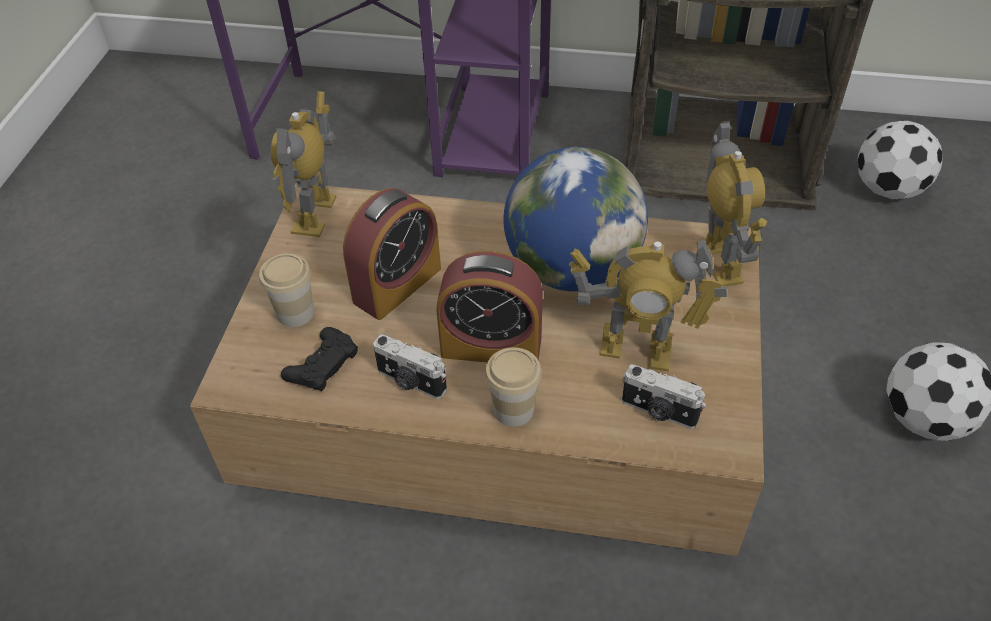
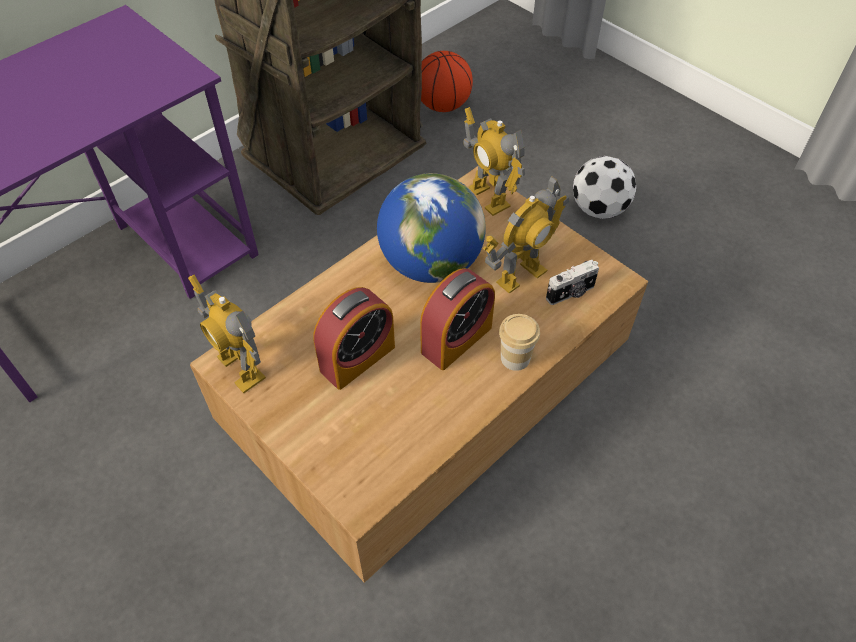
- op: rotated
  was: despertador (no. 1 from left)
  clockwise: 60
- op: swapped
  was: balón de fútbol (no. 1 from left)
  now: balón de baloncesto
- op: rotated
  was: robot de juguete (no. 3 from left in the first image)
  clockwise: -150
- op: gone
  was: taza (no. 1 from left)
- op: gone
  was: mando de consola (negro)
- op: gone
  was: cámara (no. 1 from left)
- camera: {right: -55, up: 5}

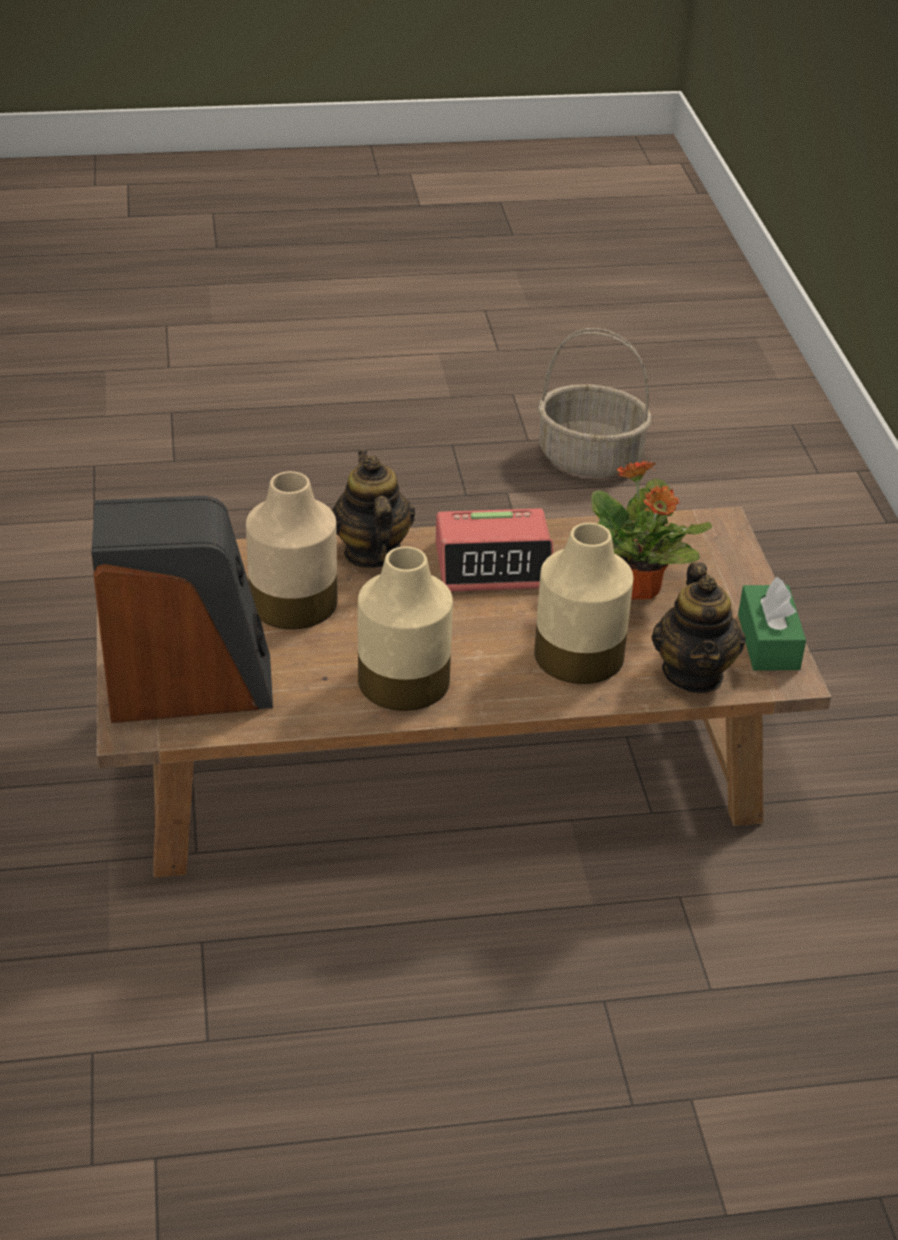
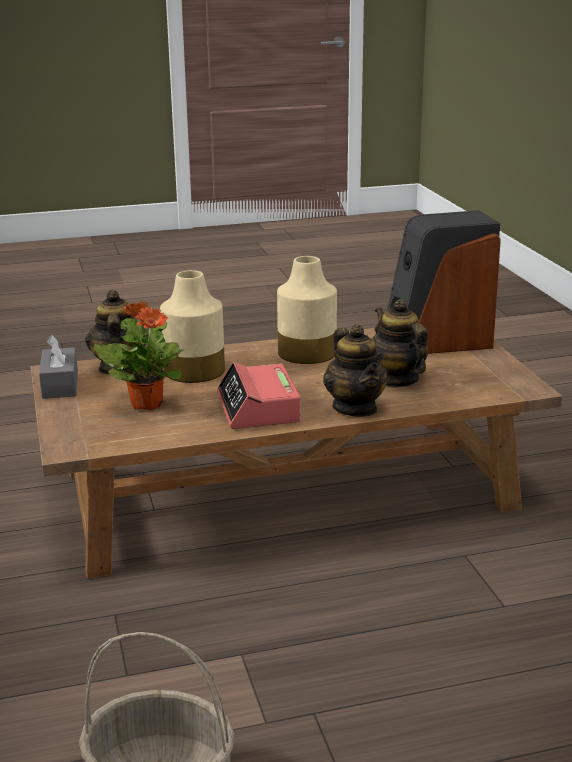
- op: repainted
  was: caja de pañuelos (verde)
  now: caja de pañuelos (gris)
- op: rotated
  was: despertador
  clockwise: -90
- op: swapped
  was: florero (beis) (no. 1 from left)
  now: tetera (no. 3 from left)
- camera: {right: 175, up: -15}

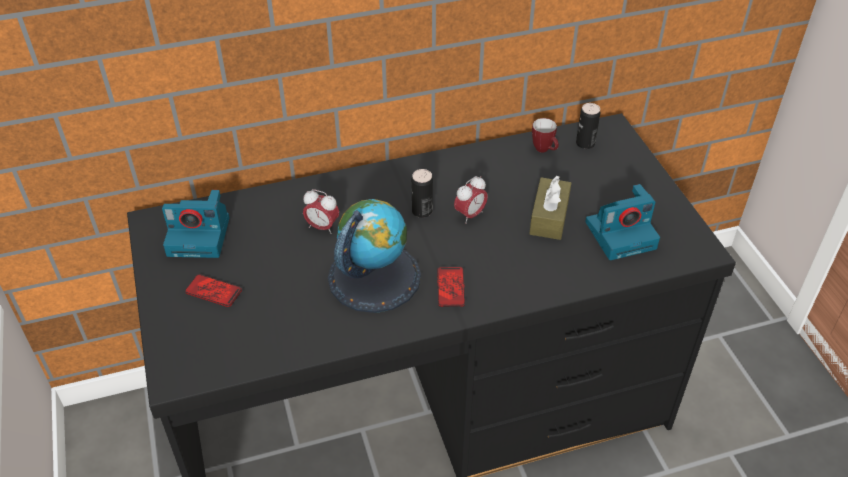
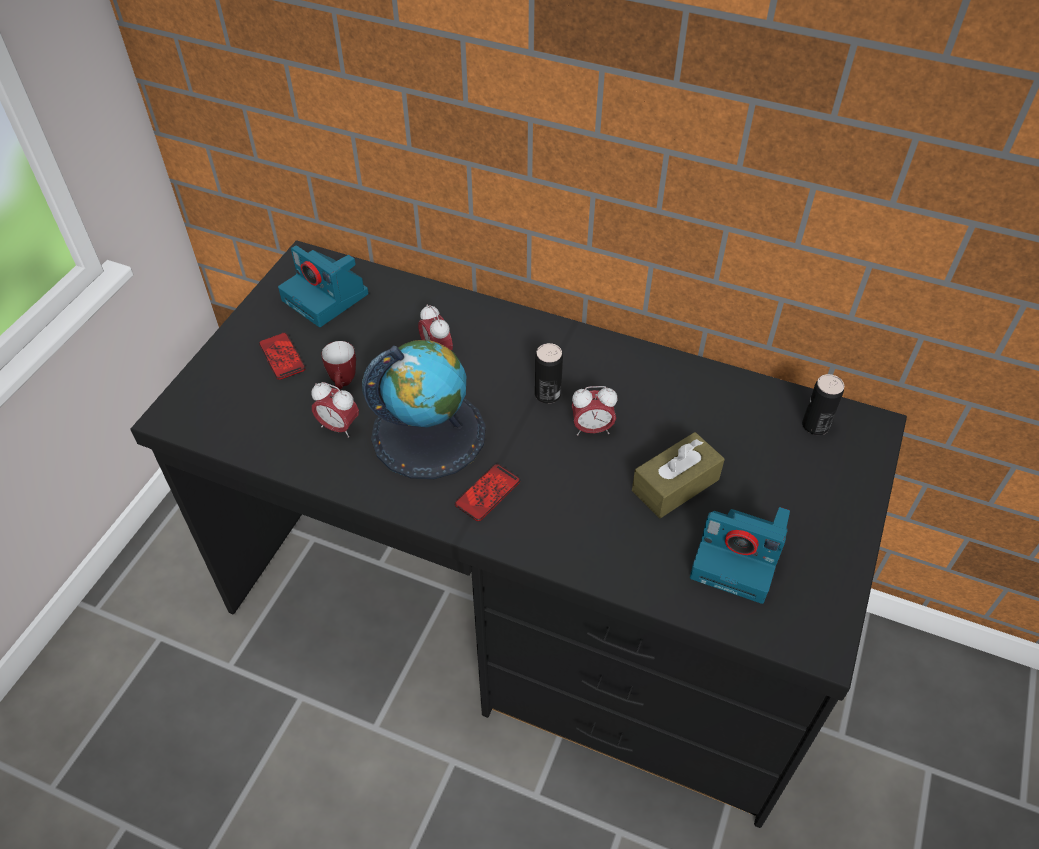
- op: new
  now: despertador (no. 1 from left)
- op: shifted
  was: taza grande
- camera: {right: 40, up: 5}

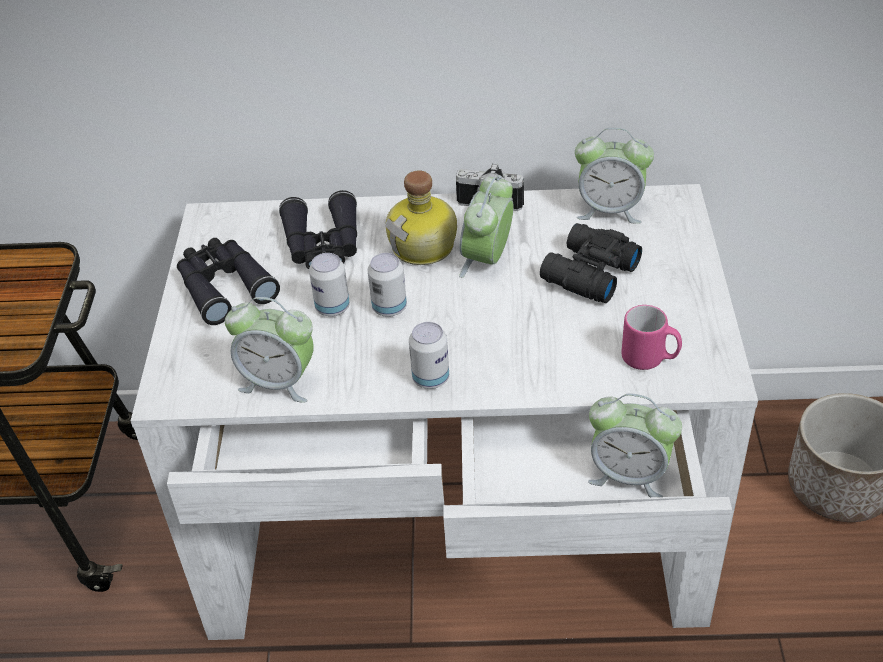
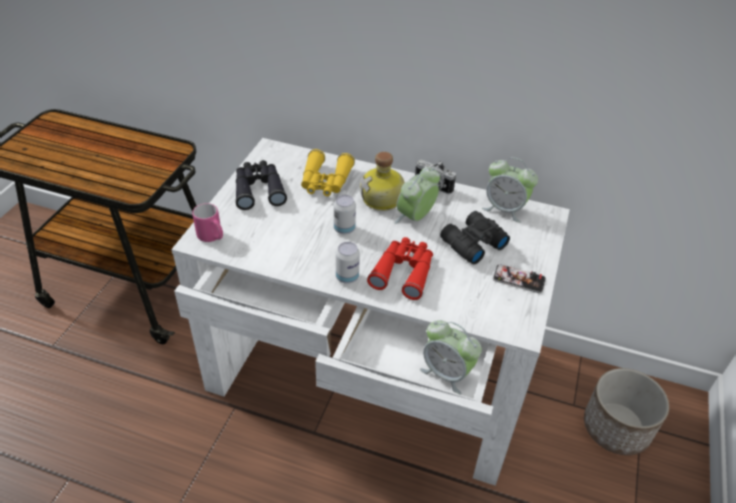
- op: shifted
  was: taza grande (rosa)
- op: repainted
  was: prismáticos (negro) (no. 2 from left)
  now: prismáticos (amarillo)
- op: new
  now: prismáticos (rojo)
- op: new
  now: móvil
- op: gone
  was: despertador (no. 1 from left)
- op: gone
  was: lata (no. 1 from left)
- camera: {right: 15, up: 0}

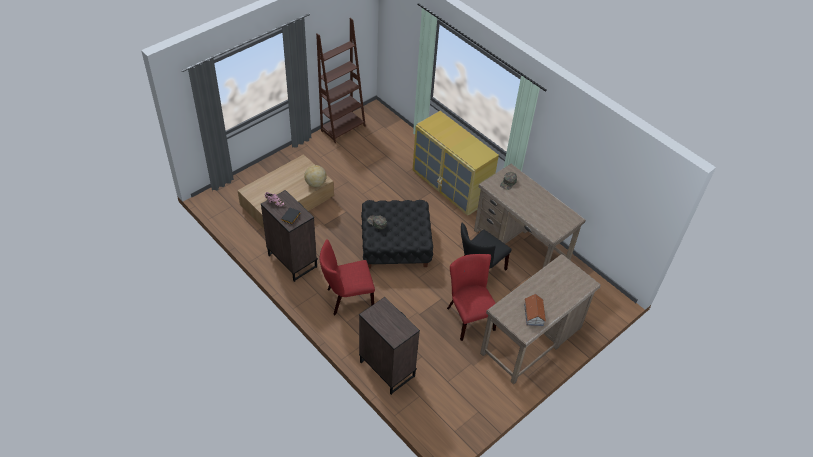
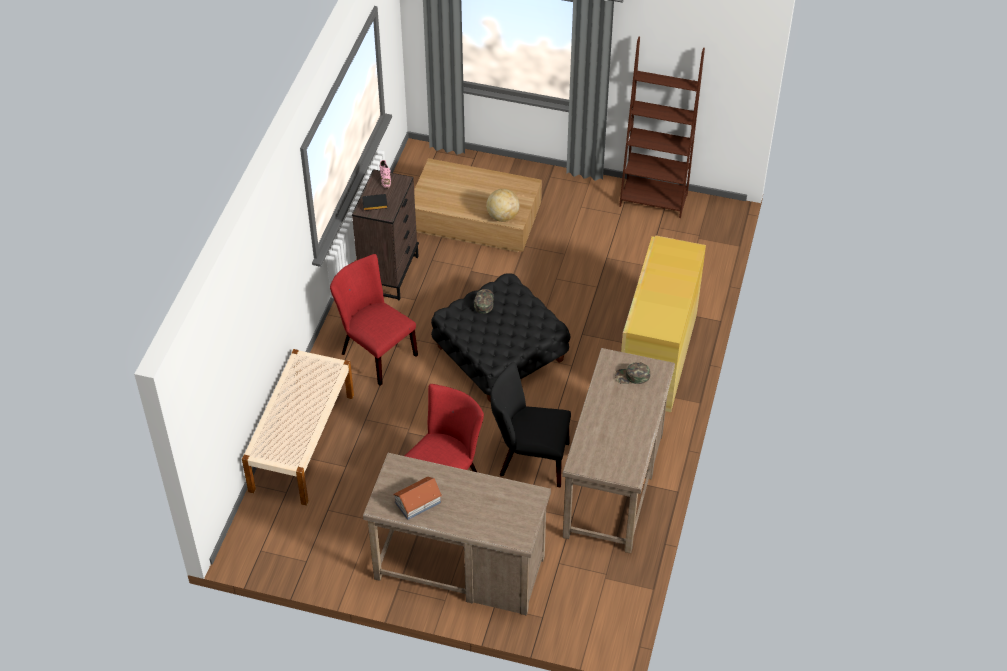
- op: swapped
  was: cómoda (marrón) (no. 2 from left)
  now: banco (beis)
- camera: {right: 60, up: 0}

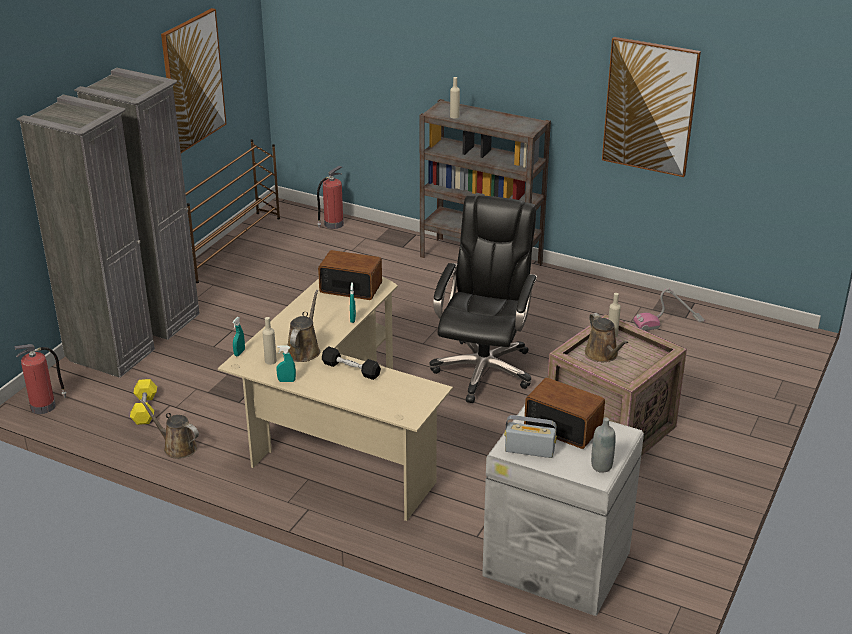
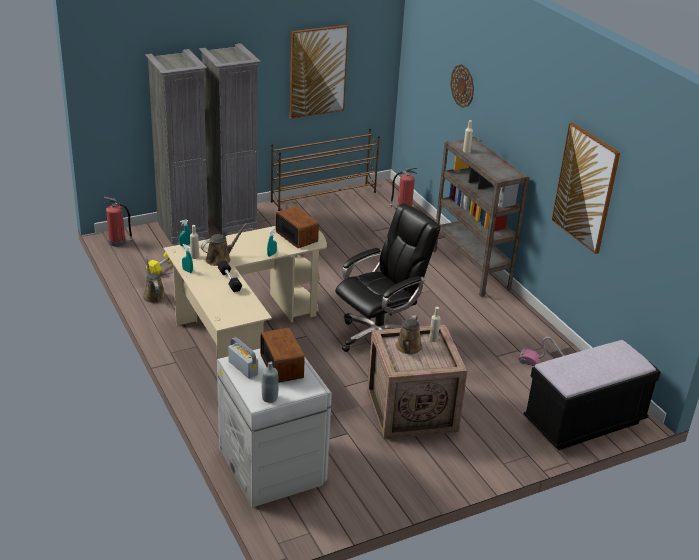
- op: new
  now: reloj de pared
- op: new
  now: banco (negro)
- camera: {right: 35, up: 0}

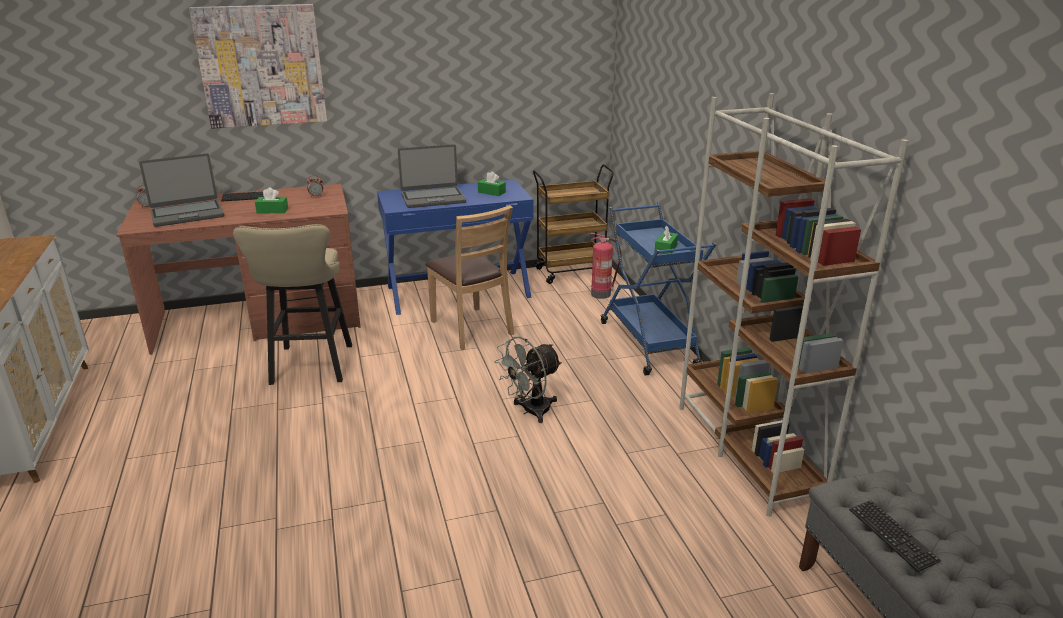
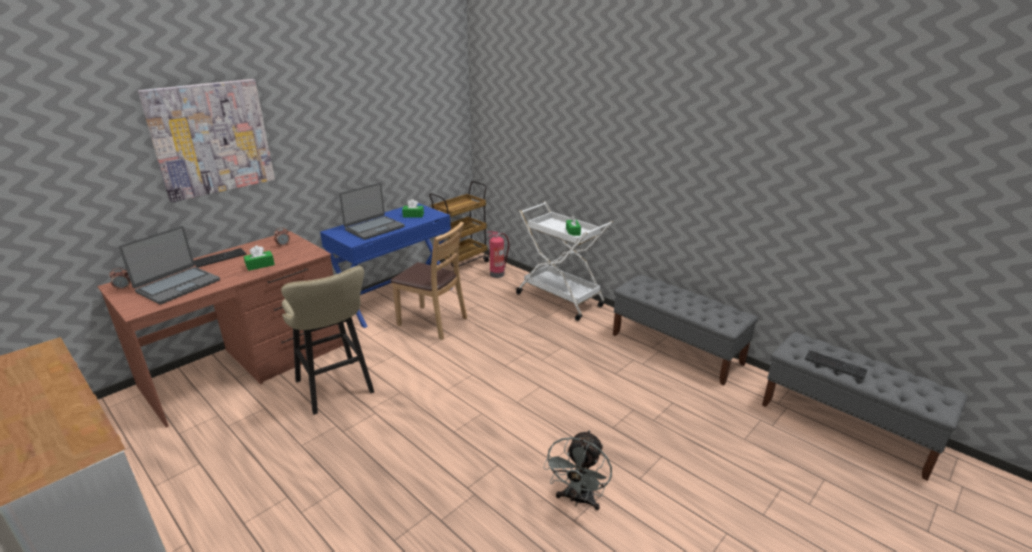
- op: repainted
  was: carrito (azul)
  now: carrito (blanco)
- op: shifted
  was: ventilador (gris)
- op: swapped
  was: estantería (marrón)
  now: banco (gris) (no. 1 from left)
- camera: {right: -30, up: 0}

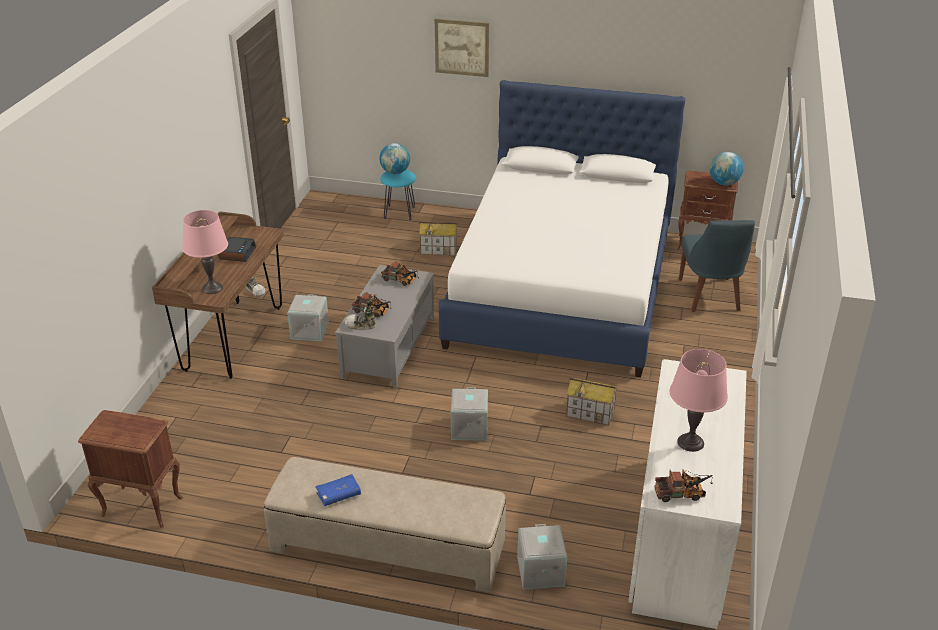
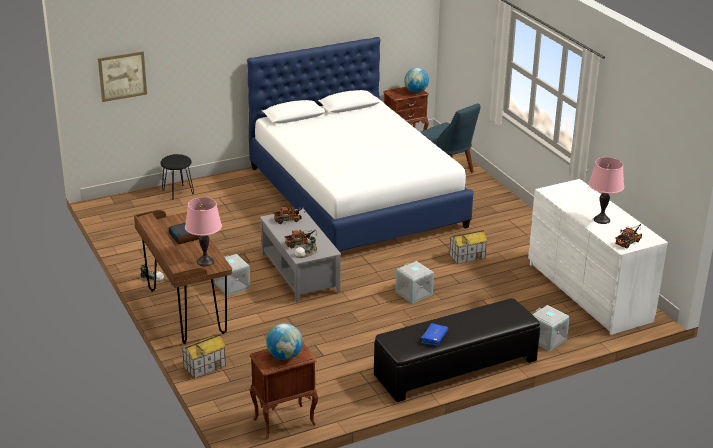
- op: shifted
  was: cuadro
- op: repainted
  was: taburete (turquesa)
  now: taburete (negro)
- op: shifted
  was: casita (no. 1 from left)
- op: shifted
  was: globo terráqueo (no. 1 from left)
- op: repainted
  was: banco (beis)
  now: banco (negro)
- camera: {right: -40, up: -5}

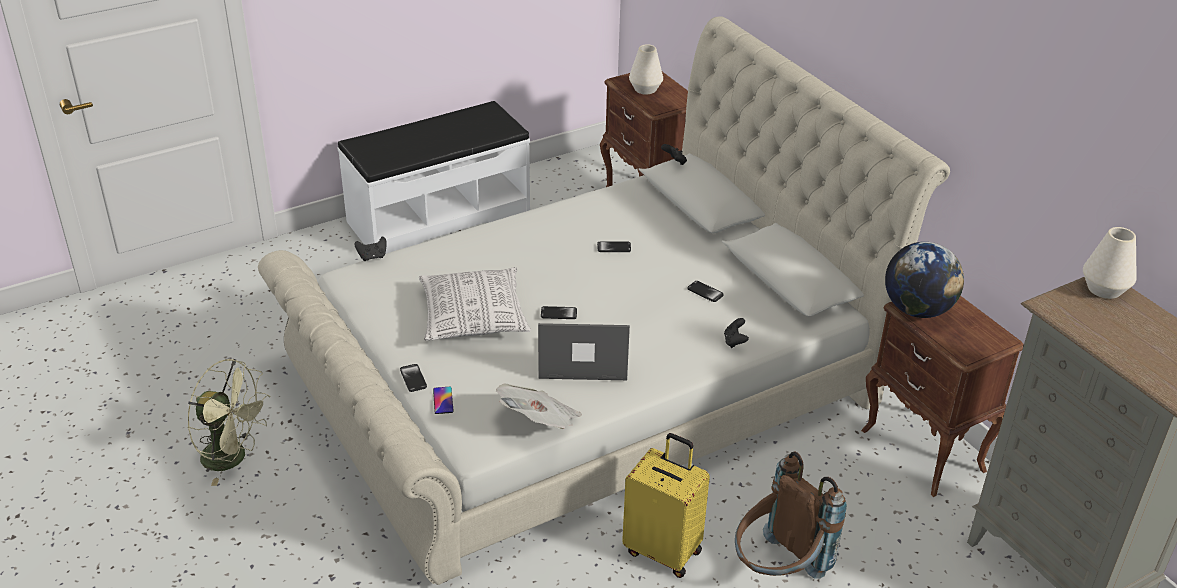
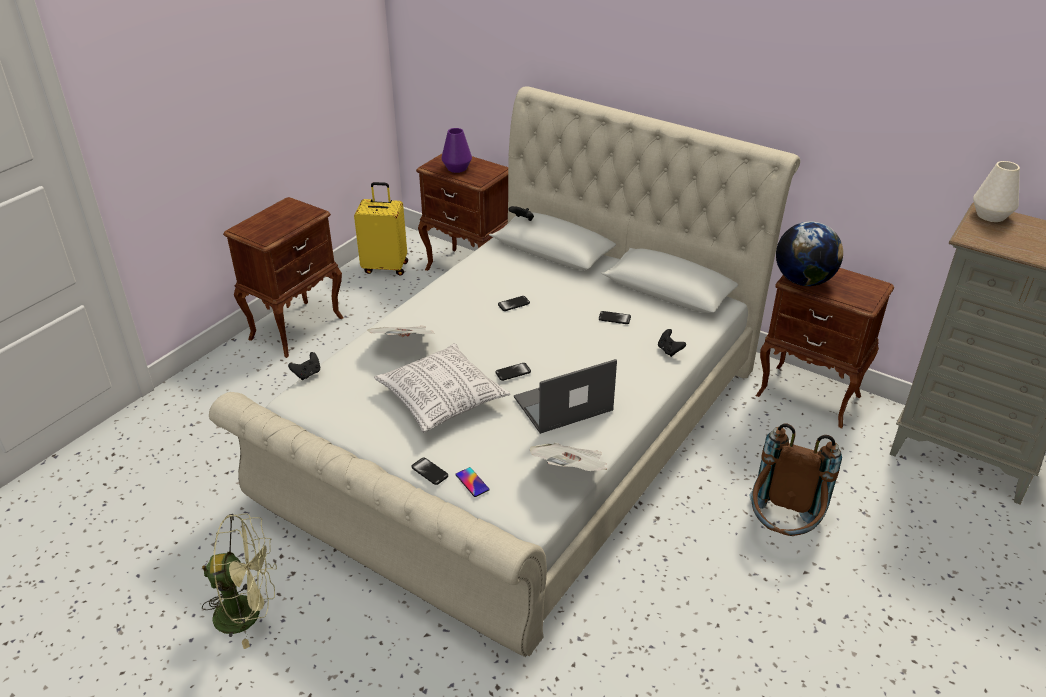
- op: swapped
  was: banco (blanco)
  now: mesita de noche (marrón) (no. 1 from left)
- op: shifted
  was: maleta (amarillo)
- op: new
  now: periódico (no. 1 from left)
- op: repainted
  was: florero (blanco) (no. 1 from left)
  now: florero (morado)
- camera: {right: -25, up: 0}

